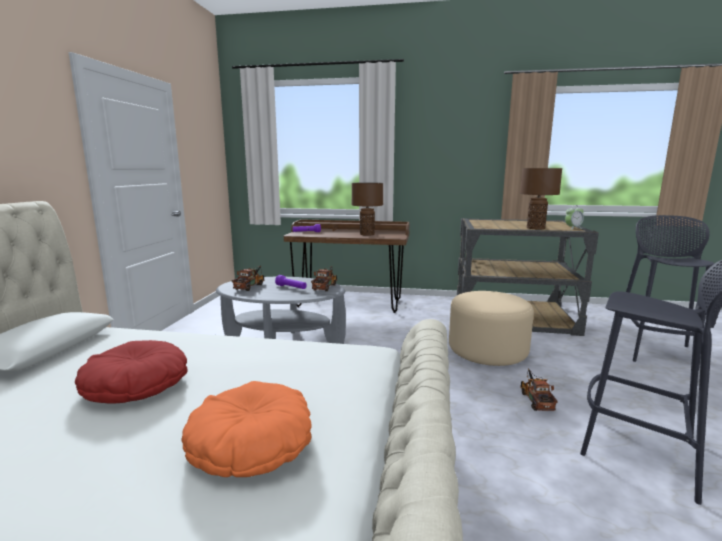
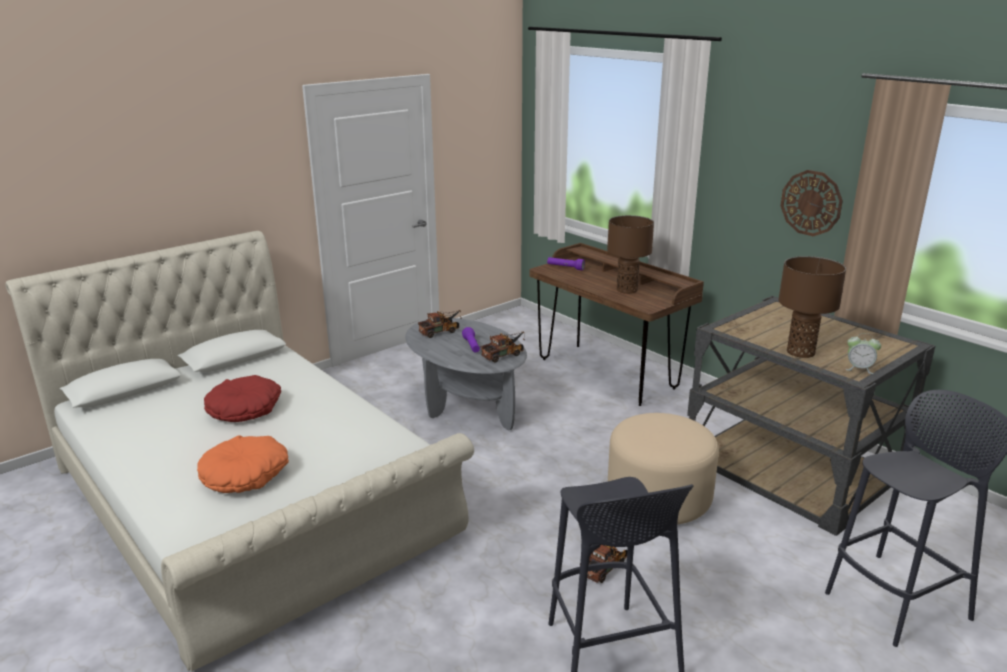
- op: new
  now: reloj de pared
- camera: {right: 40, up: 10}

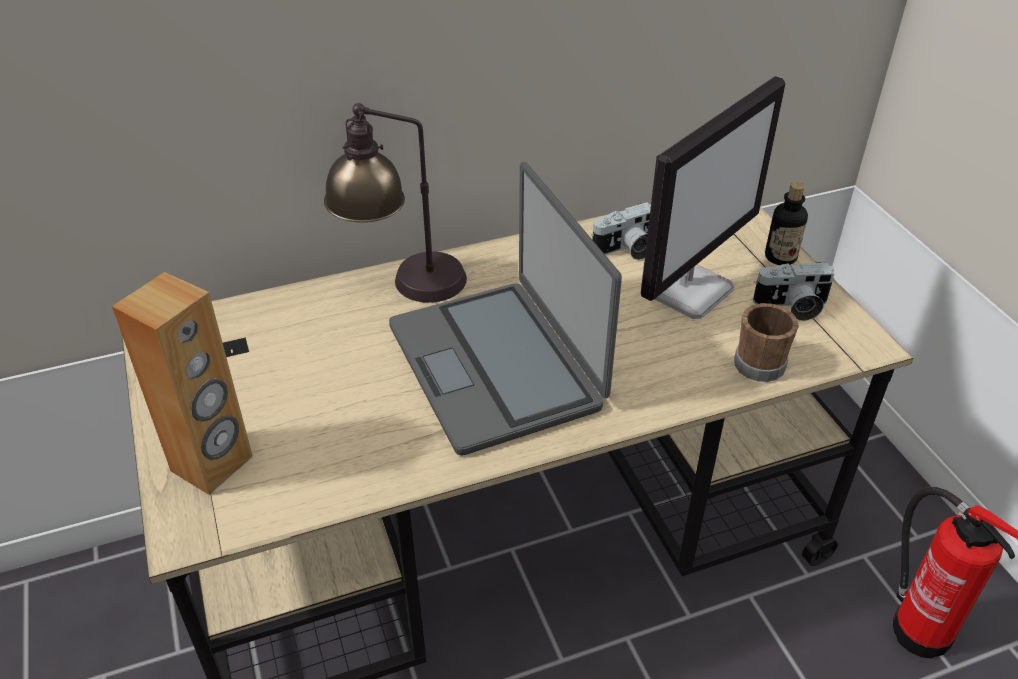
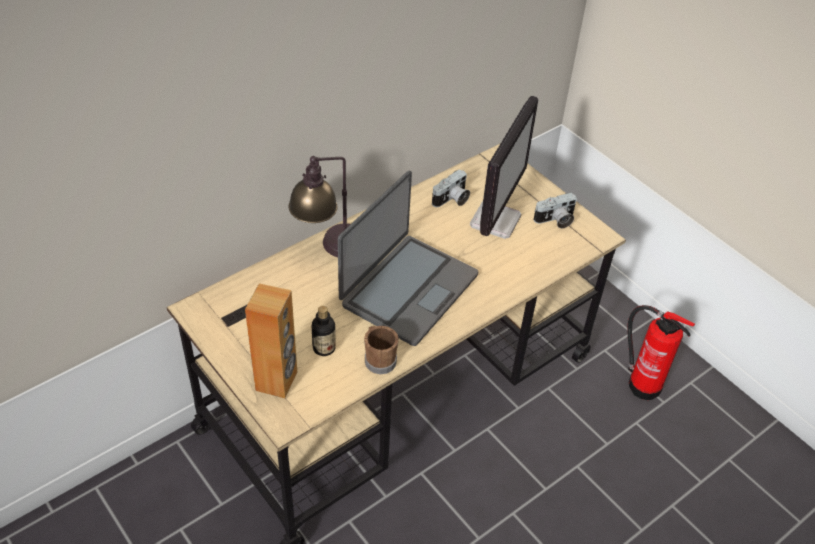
- op: shifted
  was: botella
- op: rotated
  was: portátil
  clockwise: -105
- op: shifted
  was: taza grande (marrón)
- camera: {right: -20, up: 5}

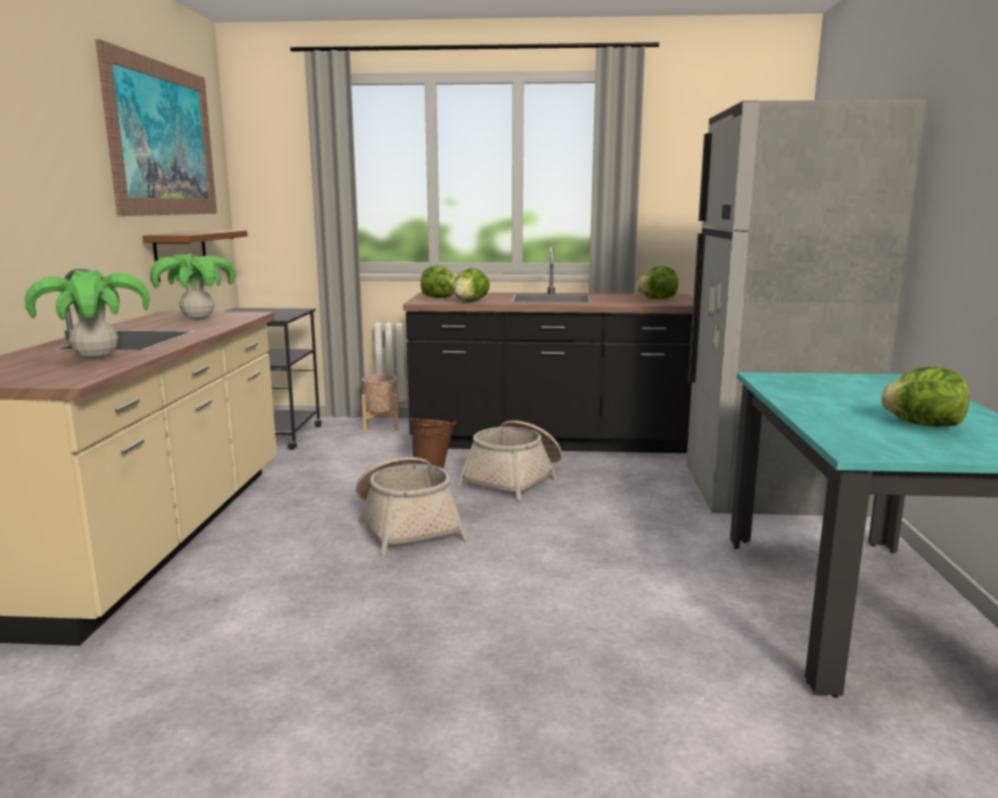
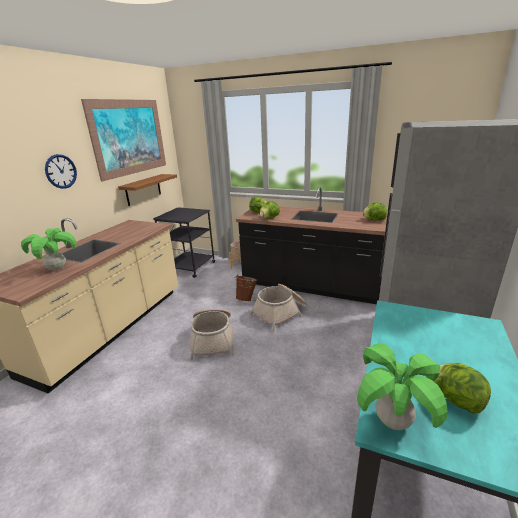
- op: new
  now: reloj de pared
- op: shifted
  was: planta en maceta (no. 2 from left)
- camera: {right: 20, up: 10}

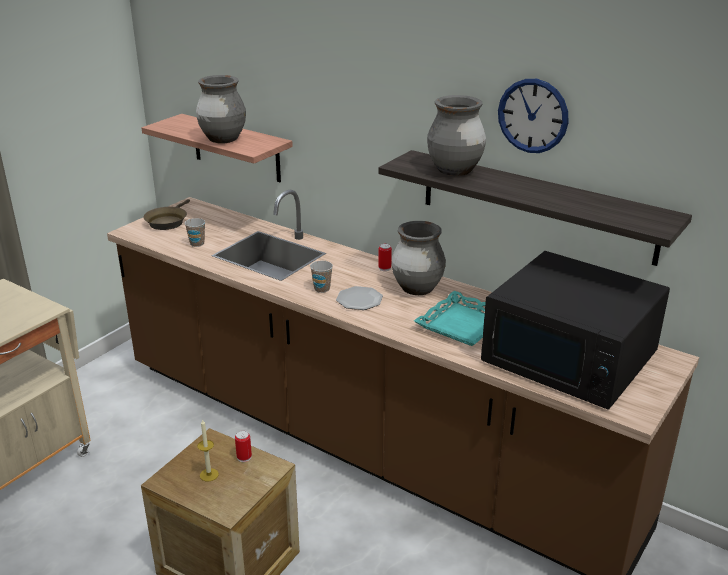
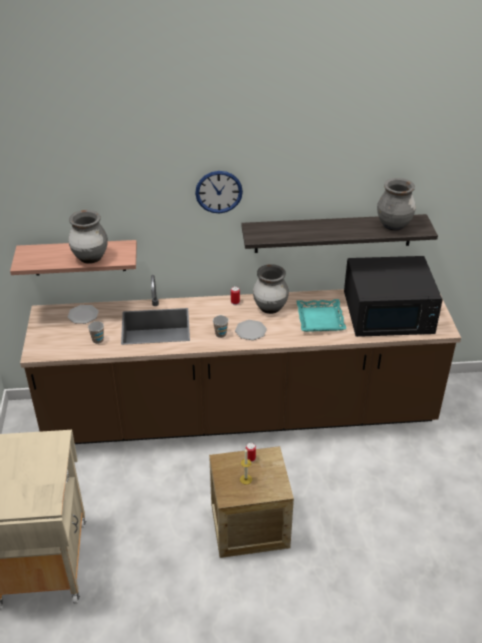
- op: new
  now: plato (no. 1 from left)
- op: shifted
  was: reloj de pared
- op: shifted
  was: florero (gris) (no. 3 from left)
- op: gone
  was: sartén (marrón)
- camera: {right: -40, up: 10}

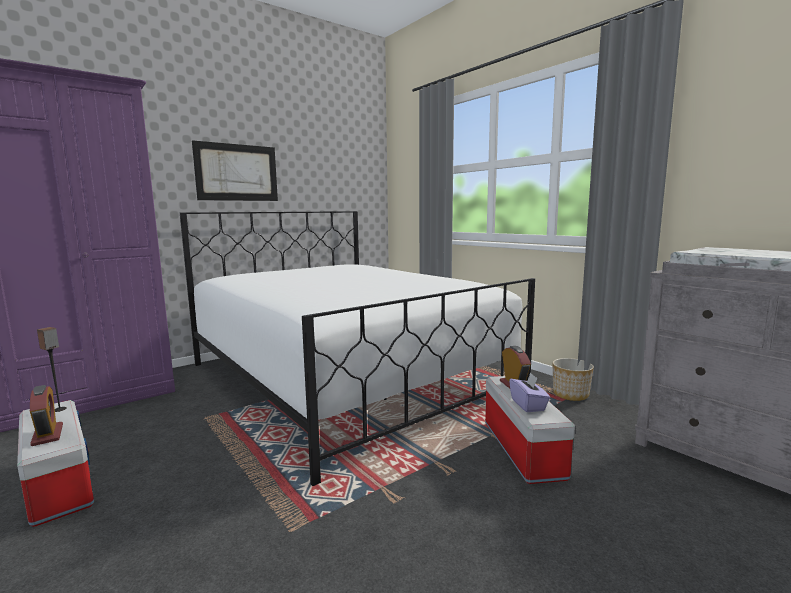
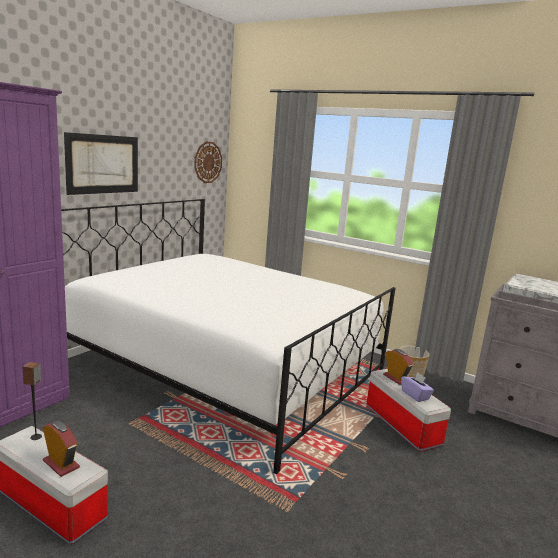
- op: new
  now: reloj de pared
- camera: {right: -20, up: 5}

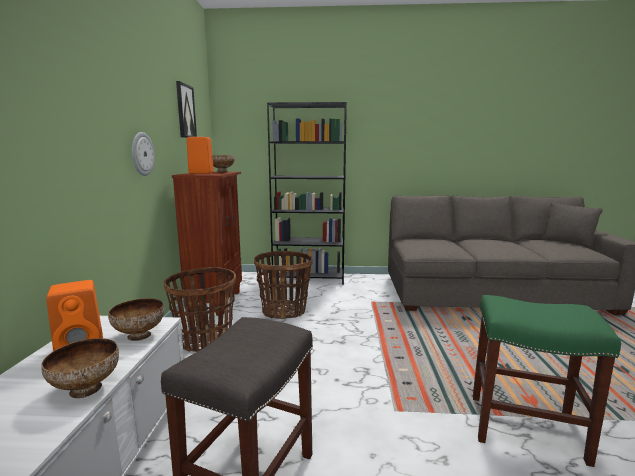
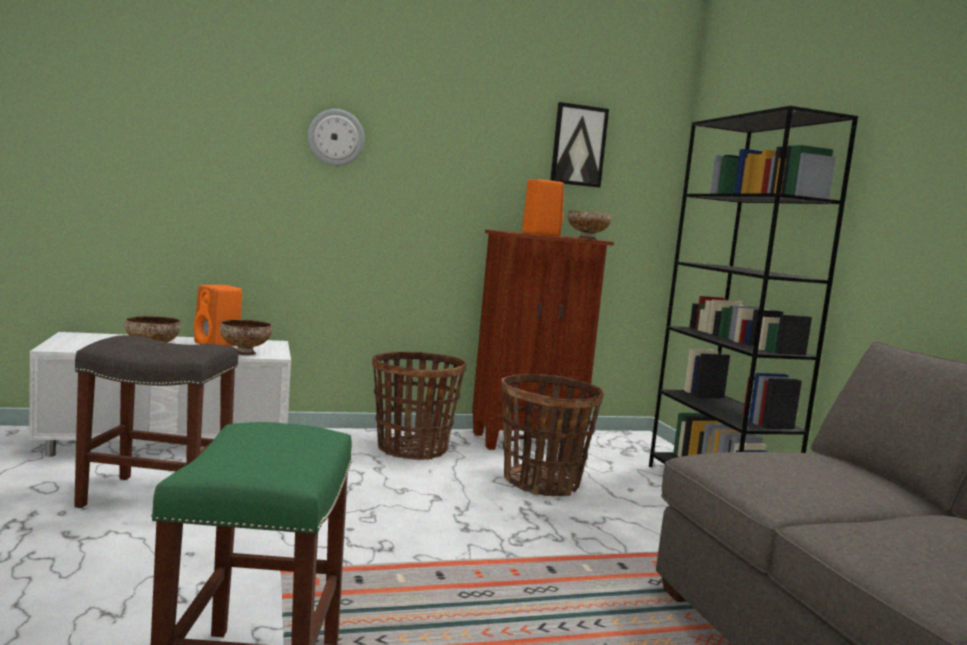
- op: shifted
  was: reloj de pared
- camera: {right: 70, up: -5}

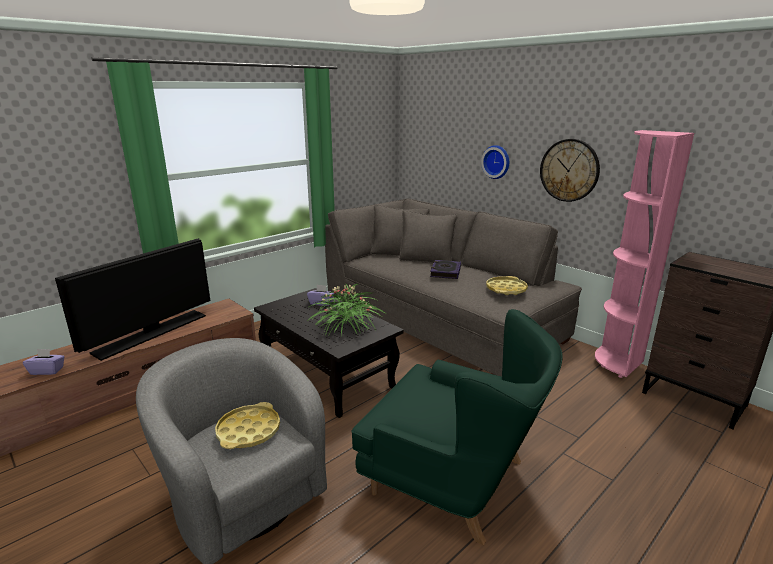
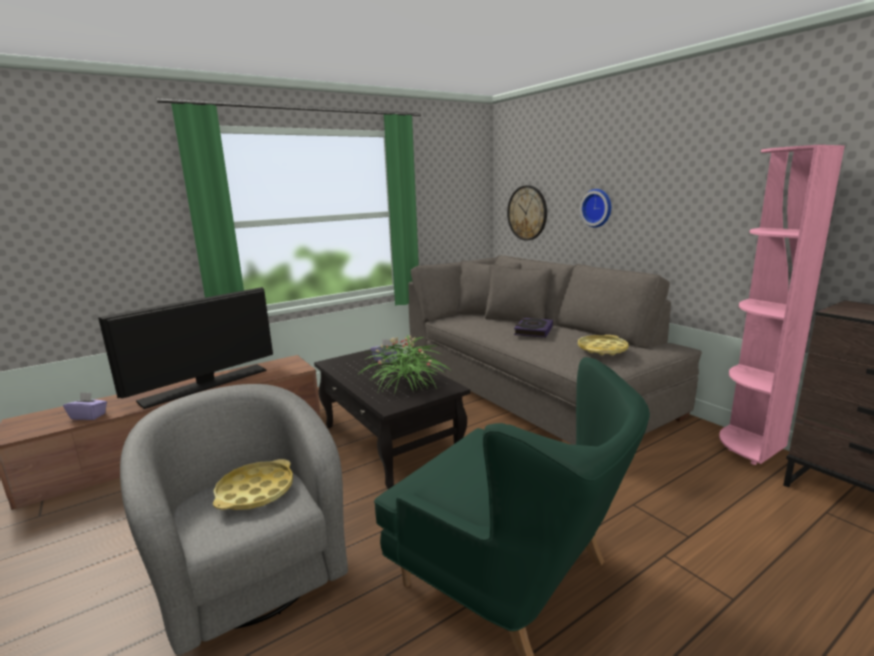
- op: shifted
  was: reloj de pared (no. 2 from left in the first image)
  now: reloj de pared (no. 1 from left)
- camera: {right: 10, up: -5}

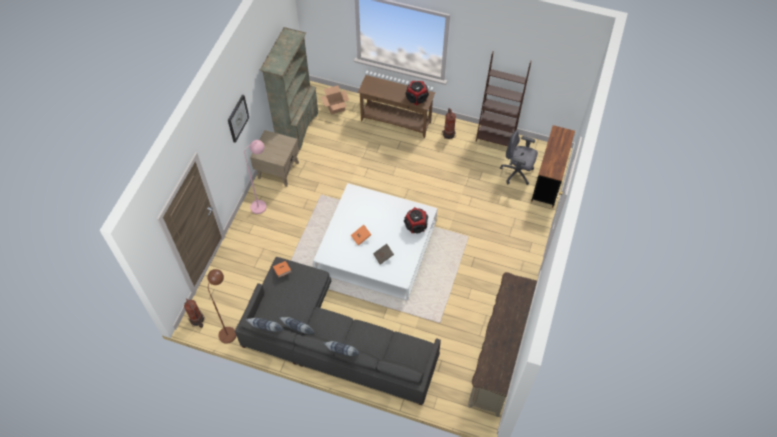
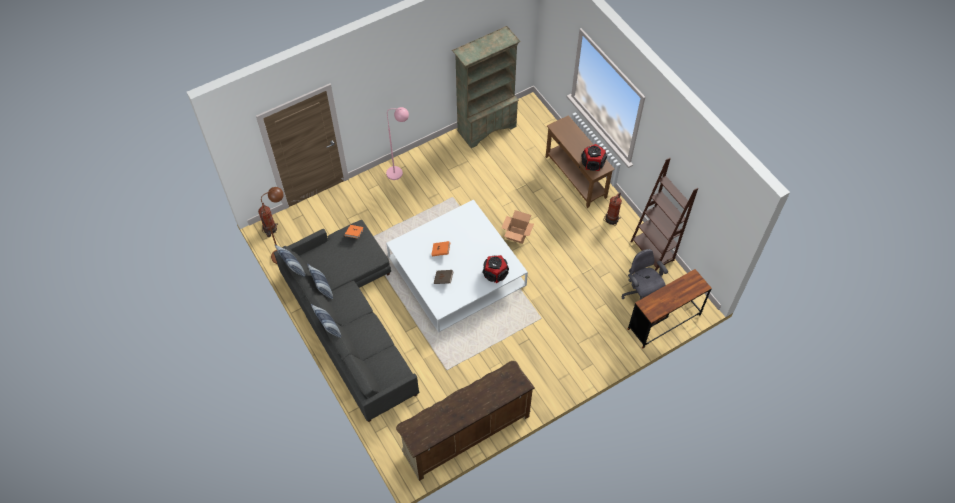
- op: shifted
  was: caja de cartón
- op: gone
  was: reloj de pared
- op: gone
  was: mesita de noche (beis)
- camera: {right: 40, up: 0}

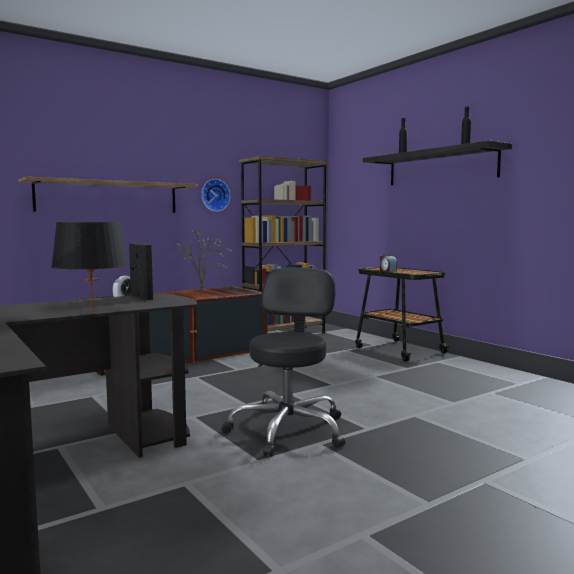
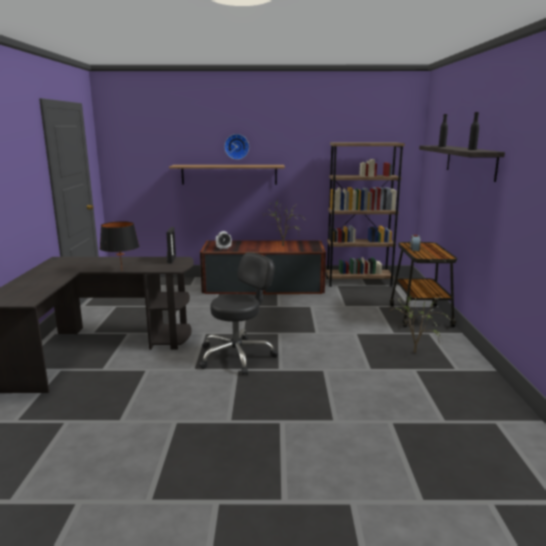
- op: shifted
  was: reloj de pared
- op: new
  now: planta en maceta (no. 2 from left)
- camera: {right: 35, up: 10}

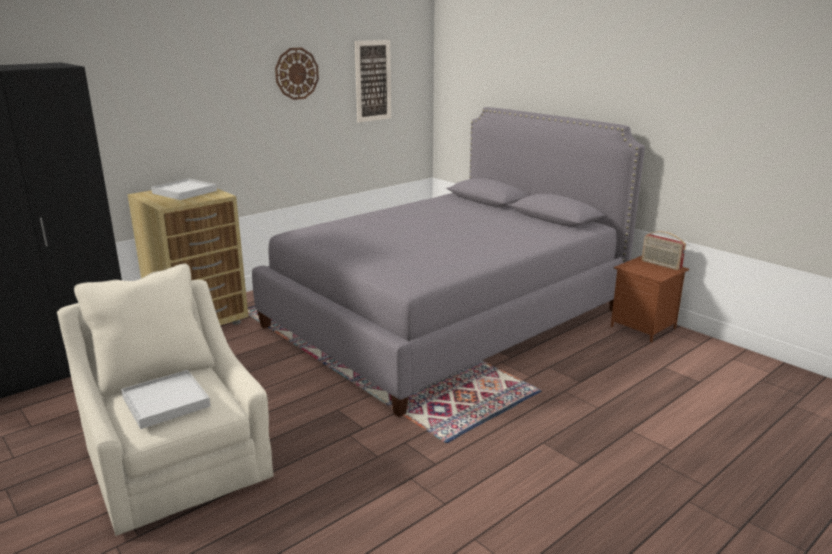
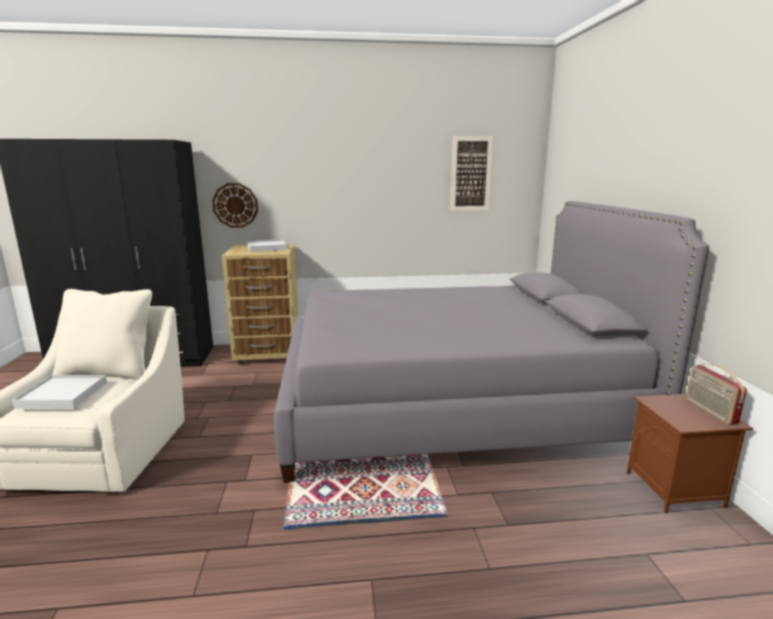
- op: shifted
  was: reloj de pared
- camera: {right: 35, up: -5}

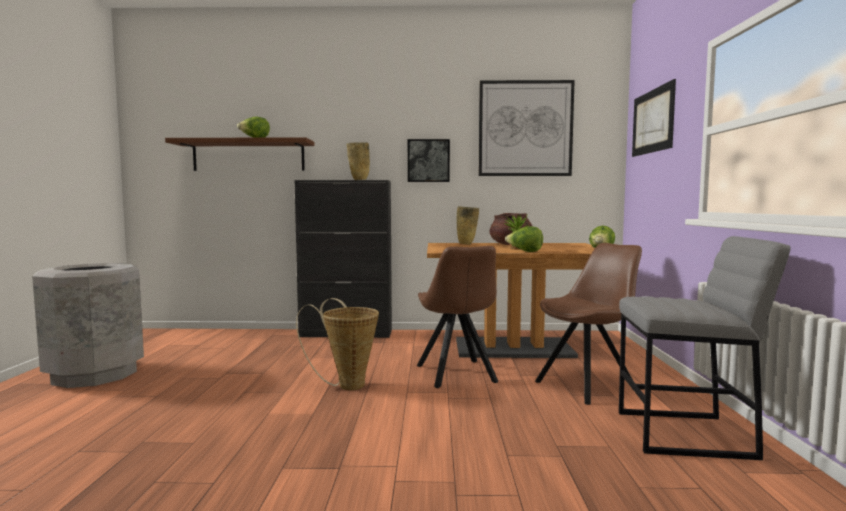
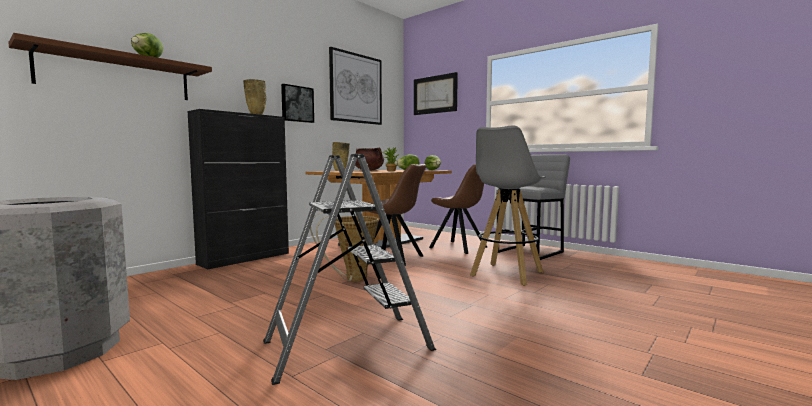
- op: new
  now: escalera de tijera (gris)
- op: rotated
  was: silla (marrón) (no. 2 from left)
  clockwise: 120
- op: new
  now: taburete (gris) (no. 1 from left)
- camera: {right: -50, up: 0}

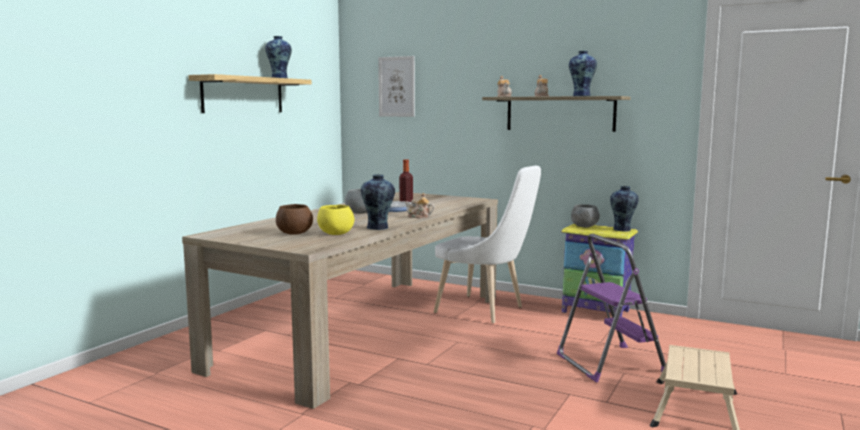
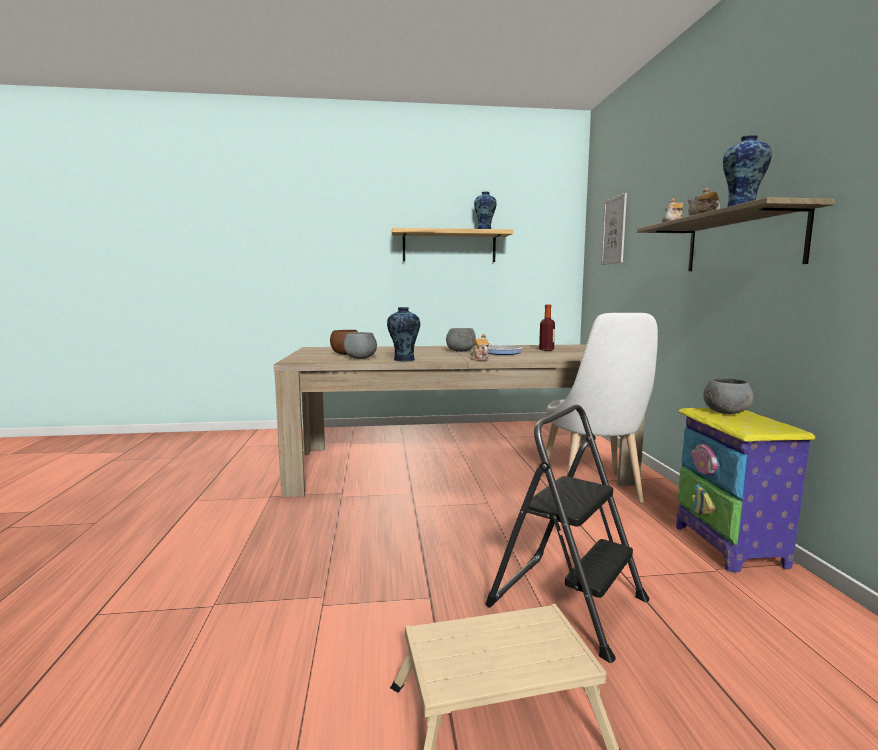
- op: repainted
  was: cuenco (amarillo)
  now: cuenco (gris) (no. 1 from left)
- op: repainted
  was: escalera de tijera (morado)
  now: escalera de tijera (negro)
- op: gone
  was: florero (no. 4 from left)
- camera: {right: 55, up: 0}

